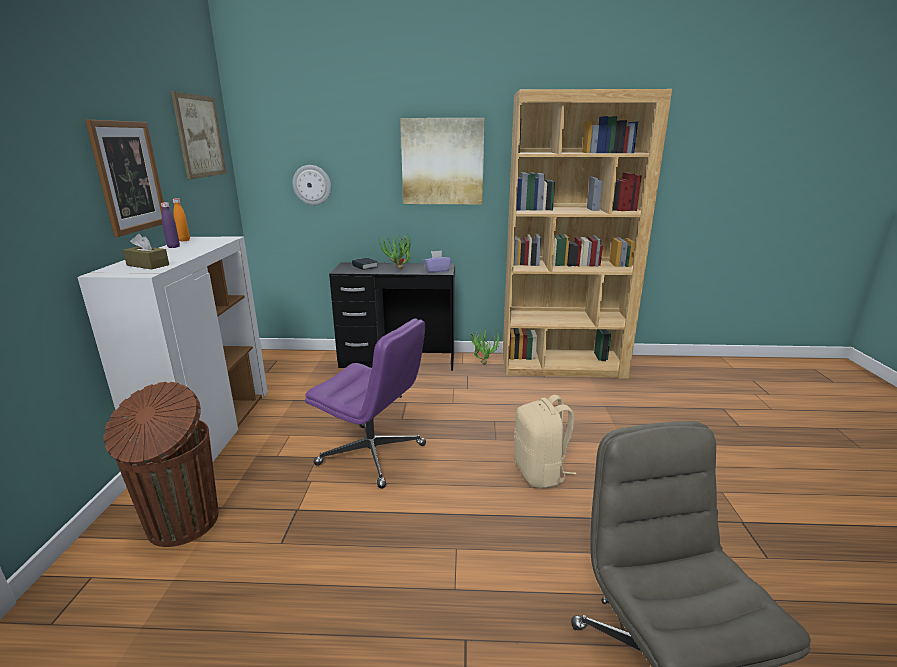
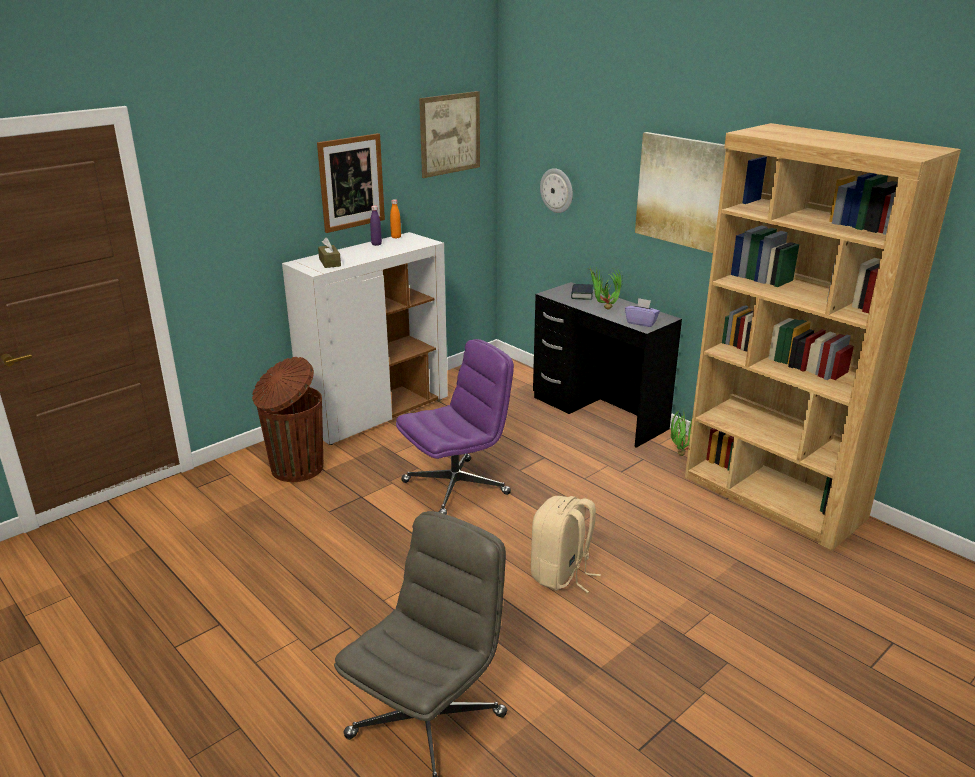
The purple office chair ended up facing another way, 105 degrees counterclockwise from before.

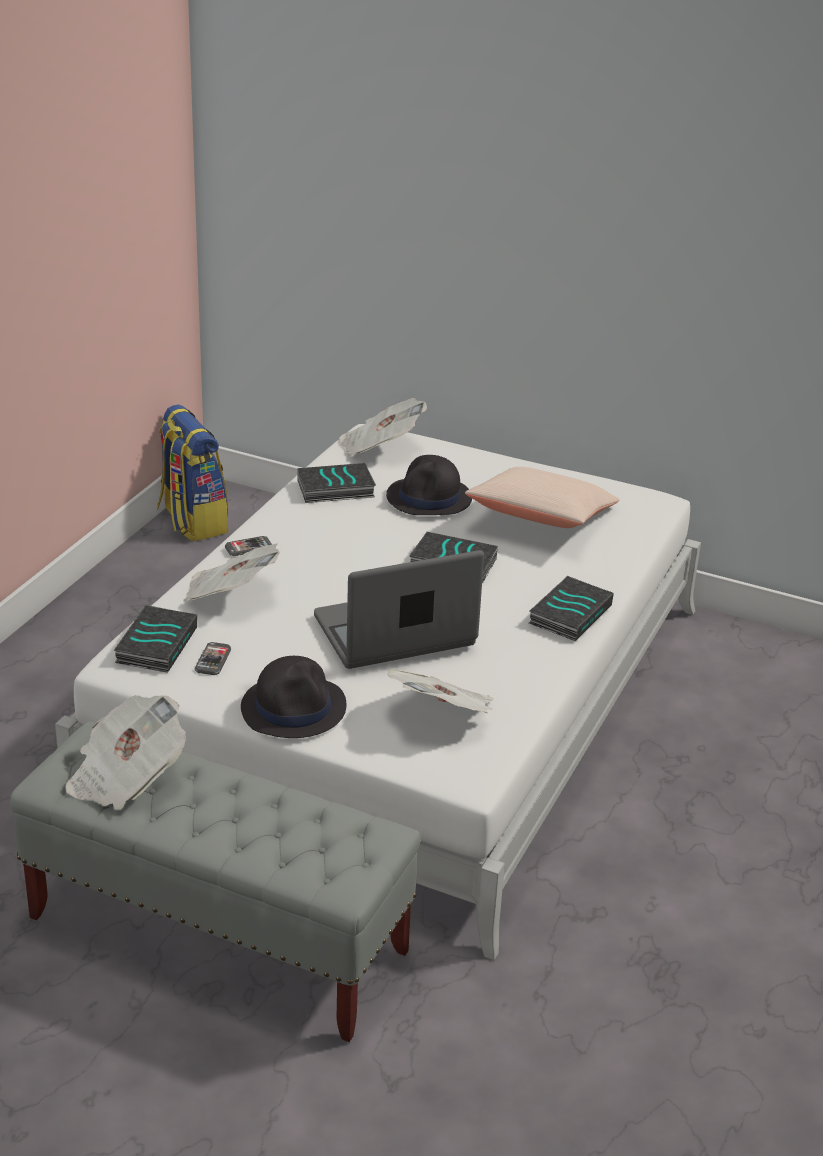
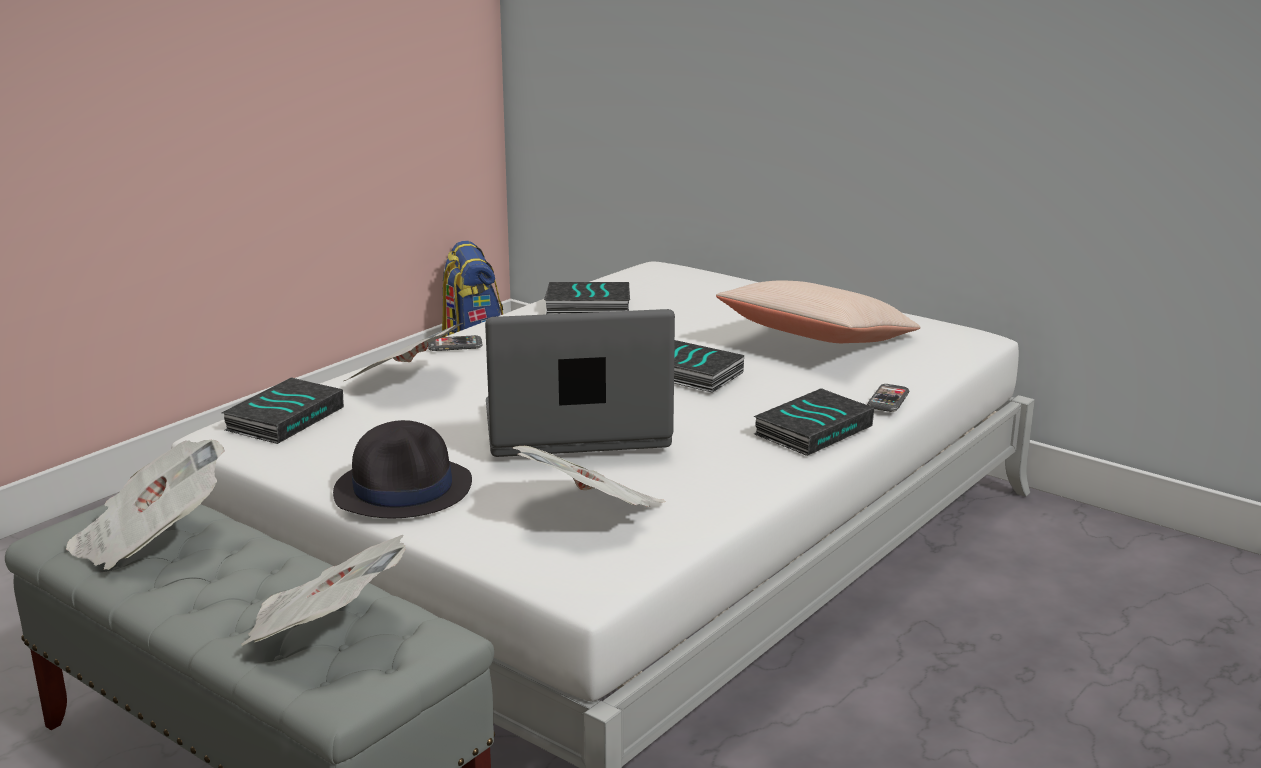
The phone (no. 1 from left in the first image) ended up elsewhere.
The newspaper (no. 3 from left in the first image) ended up elsewhere.
The second view lost the black hat (no. 2 from left).

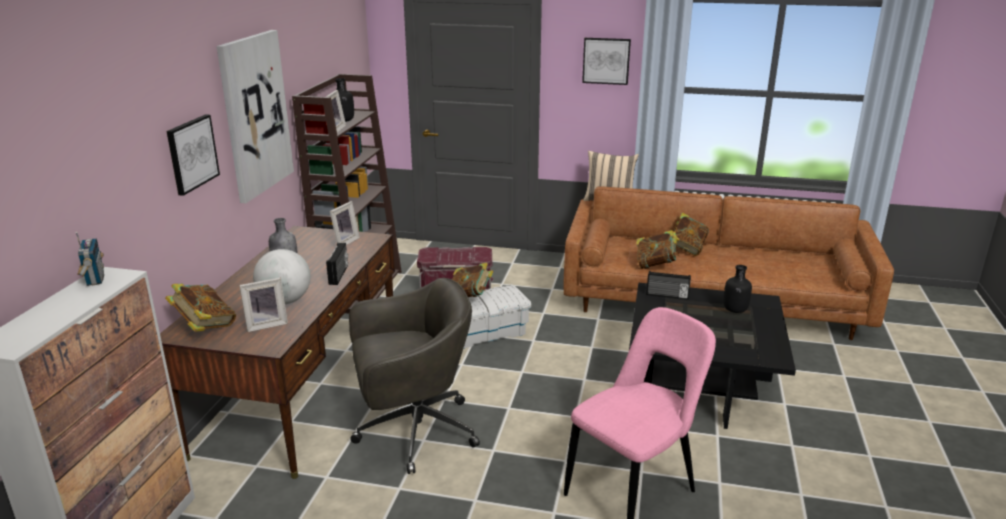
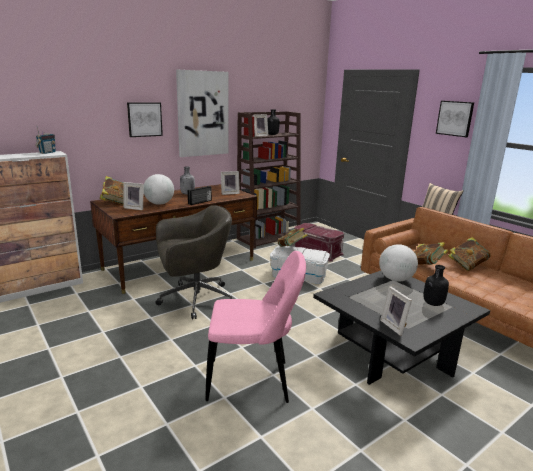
The grey office chair ended up facing another way, 45 degrees counterclockwise from before.
Where the radio (no. 3 from left) stood, the globe (no. 2 from left) came to stand.
The second view gained the picture frame (no. 4 from left).

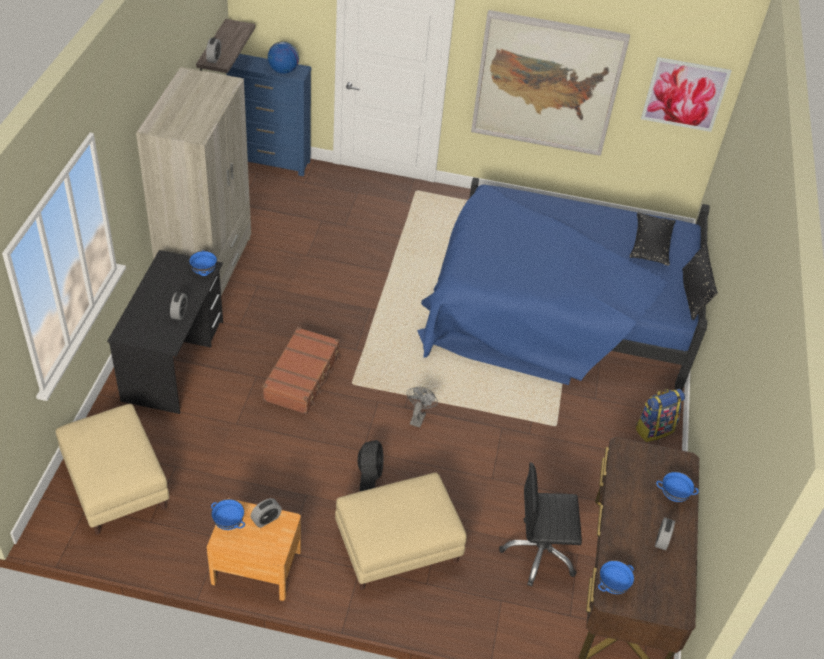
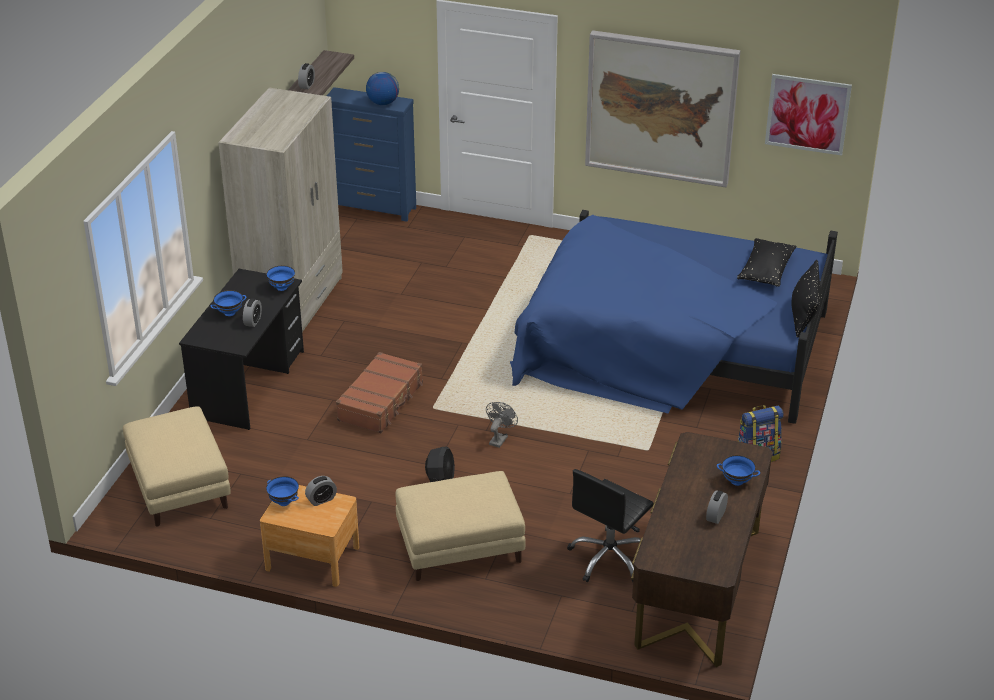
The black office chair ended up facing another way, 60 degrees counterclockwise from before.
The blue bowl (no. 3 from left in the first image) ended up elsewhere.

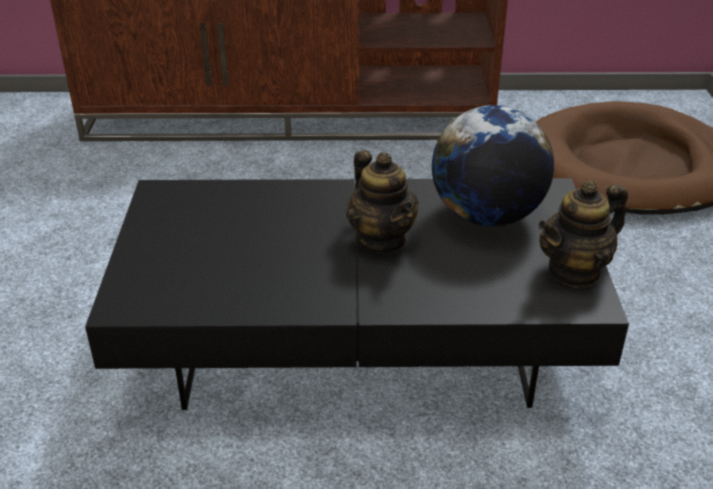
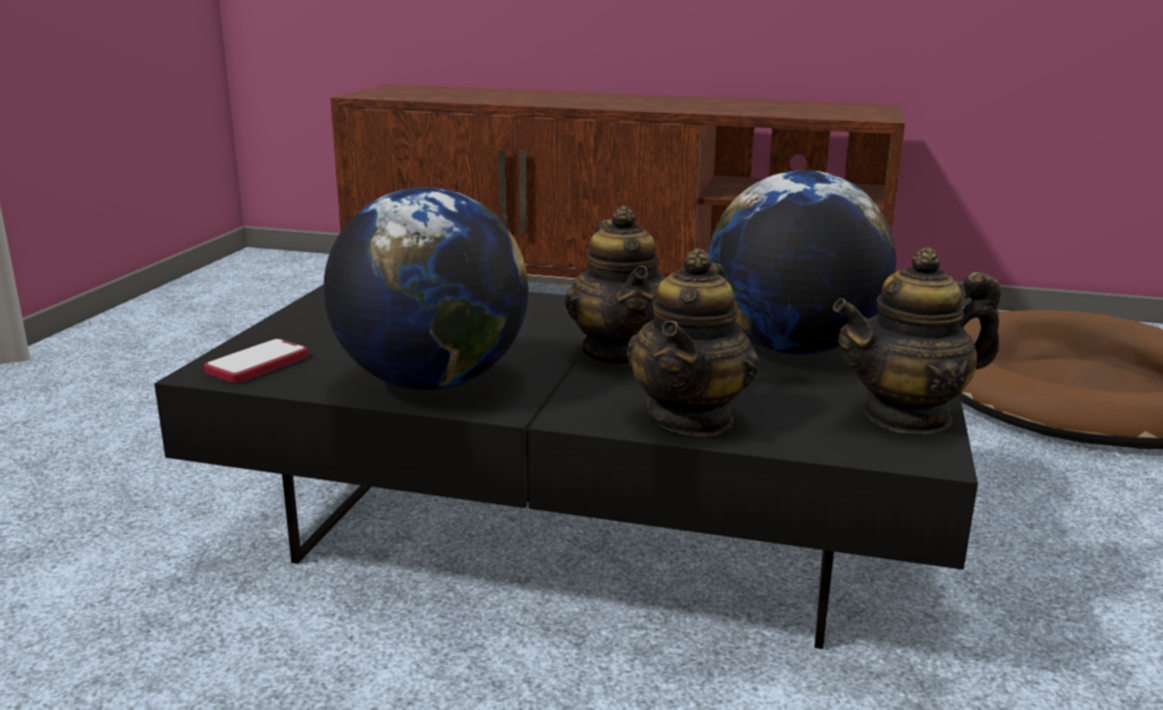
The second view gained the phone.
The second view gained the globe (no. 1 from left).
The second view gained the teapot (no. 2 from left).

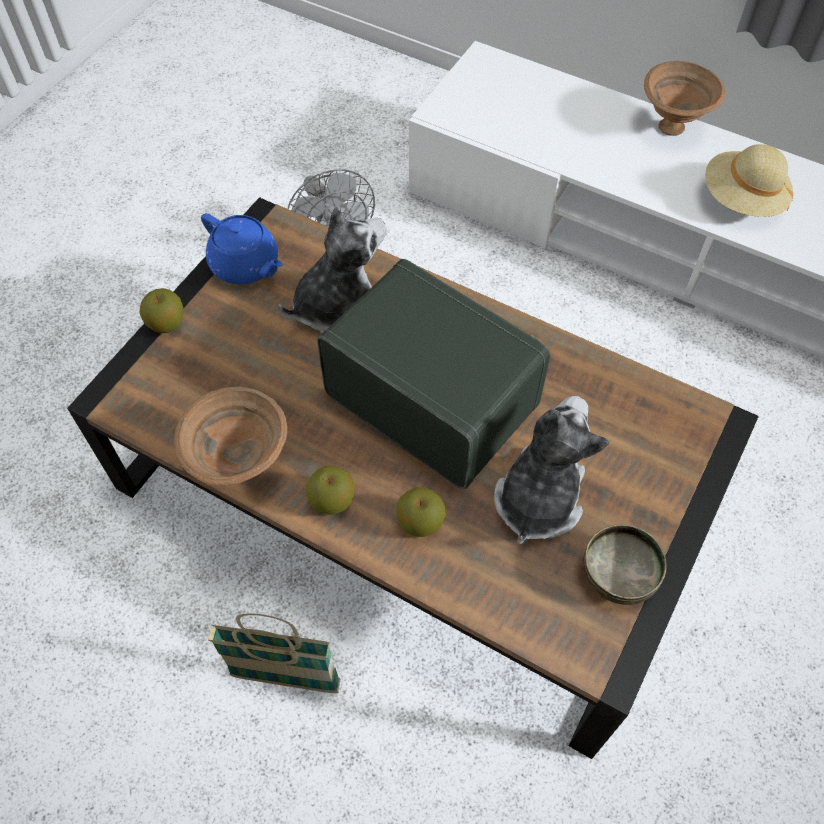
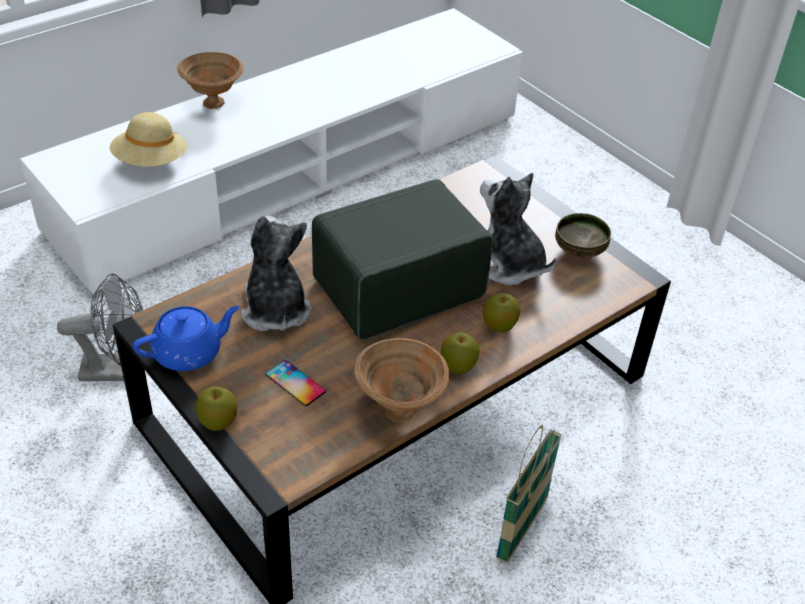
The beige hat ended up elsewhere.
The second view gained the phone.

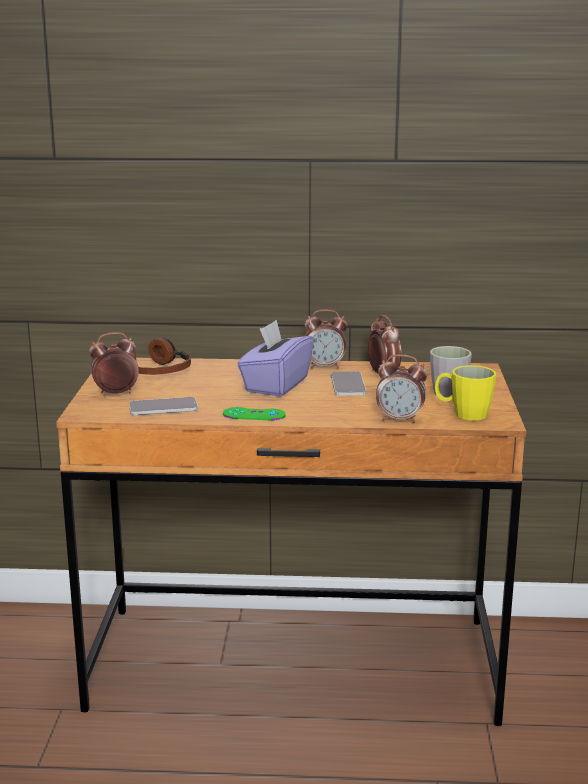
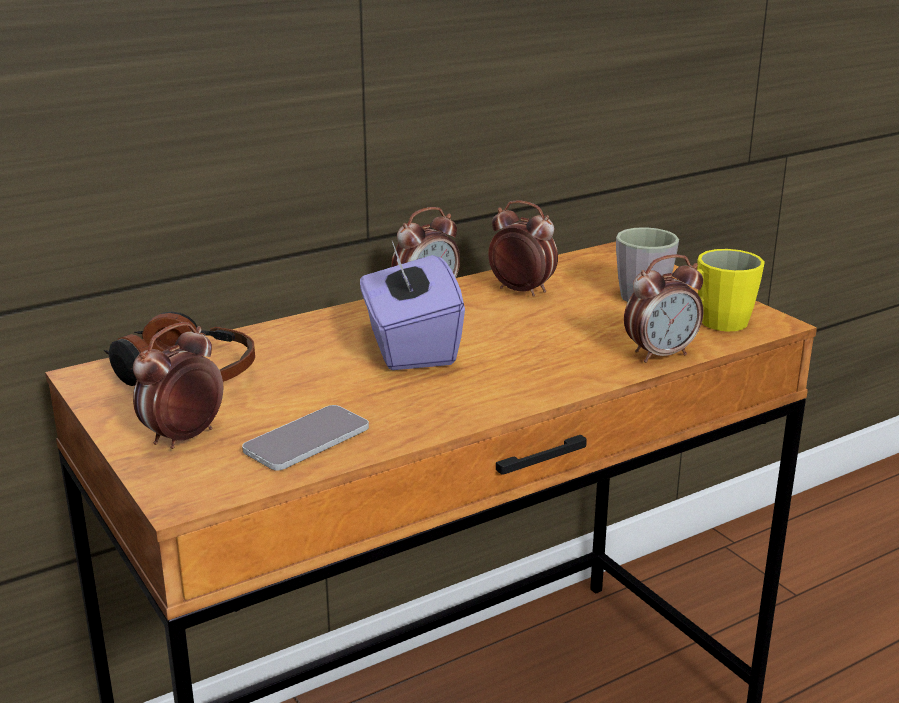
The second view lost the green game controller.
The second view lost the phone (no. 2 from left).

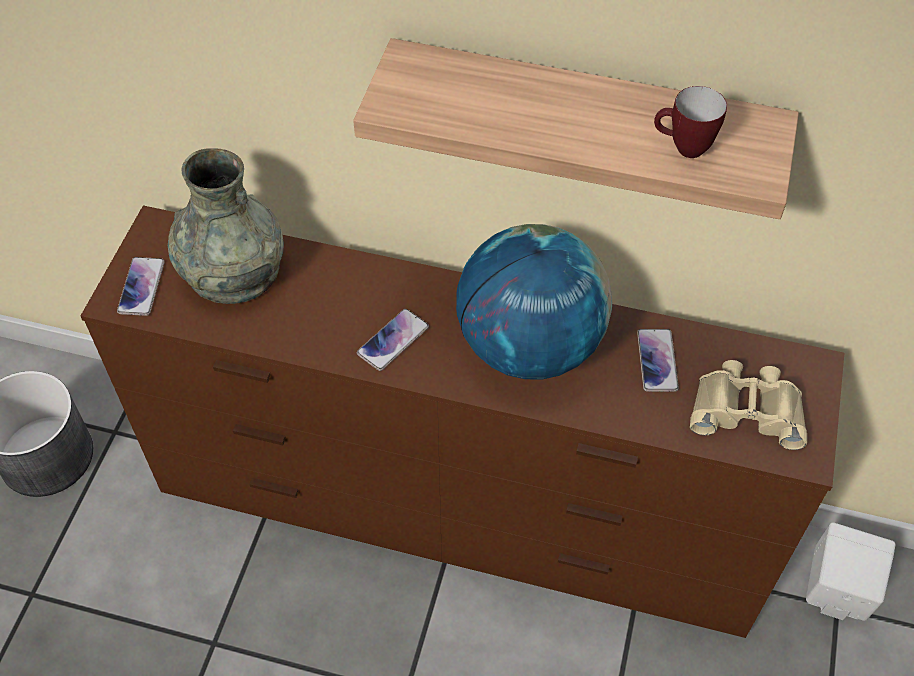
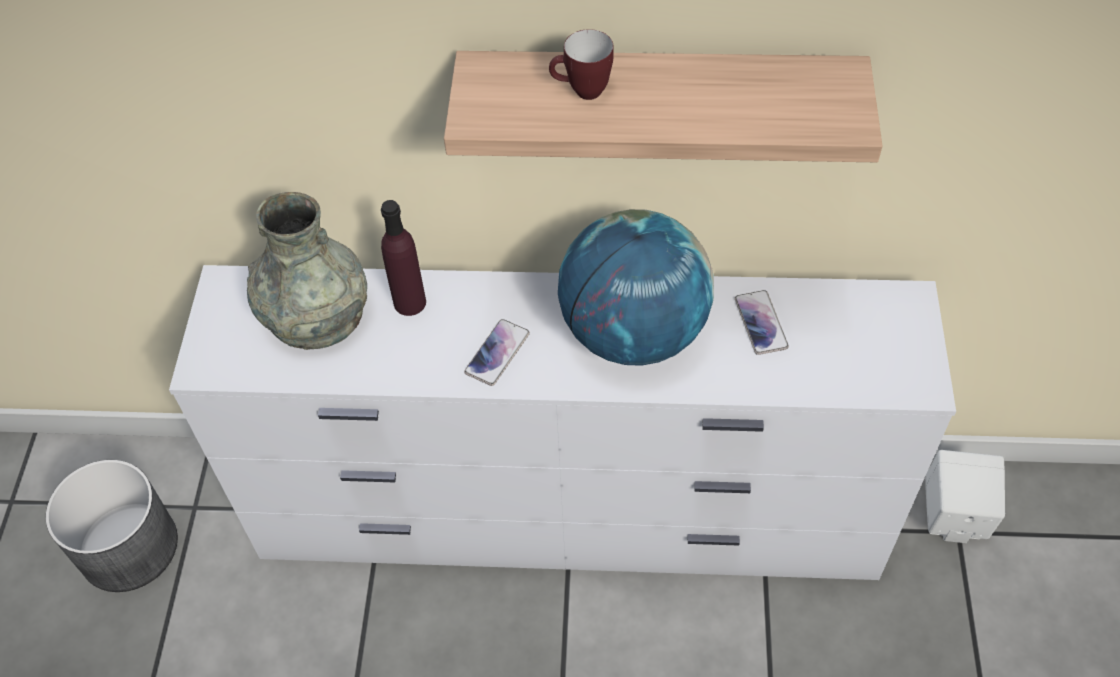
What was the brown dresser turned into the white dresser.
The second view lost the phone (no. 1 from left).
The mug ended up elsewhere.
The second view lost the beige binoculars.
The second view gained the purple bottle.

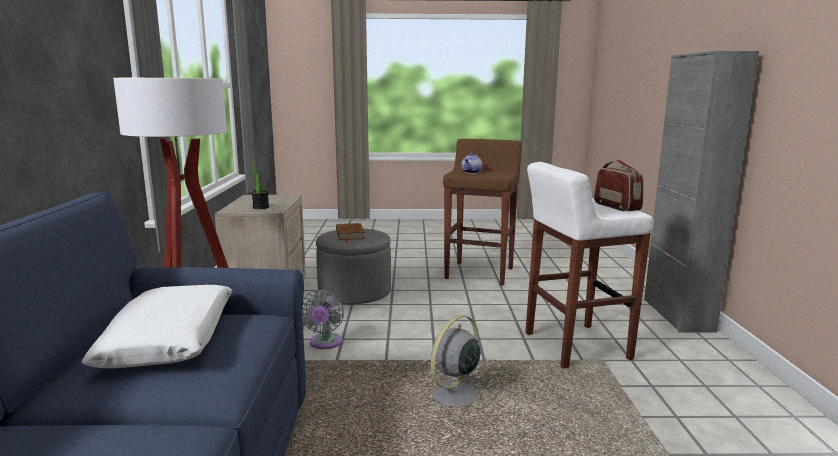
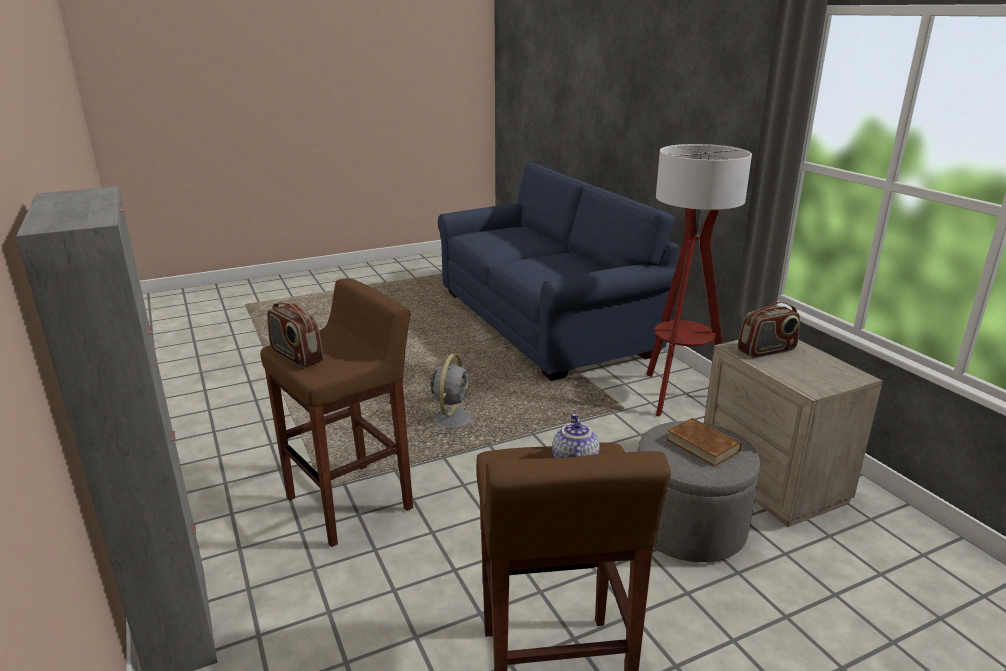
The second view lost the white pillow.
Where the potted plant stood, the radio (no. 2 from left) came to stand.
The second view lost the grey fan (no. 1 from left).
What was the white stool turned into the brown stool (no. 1 from left).

